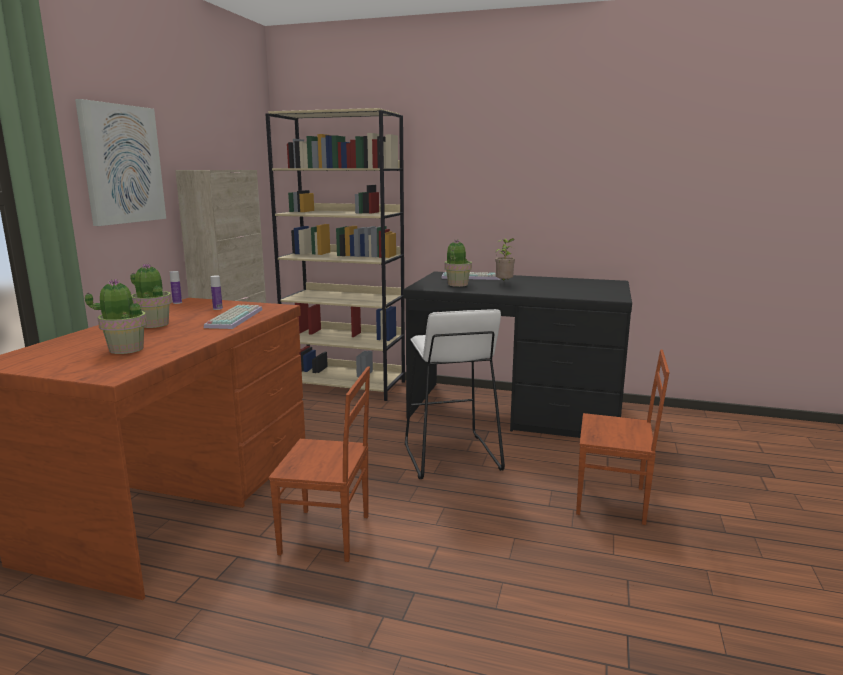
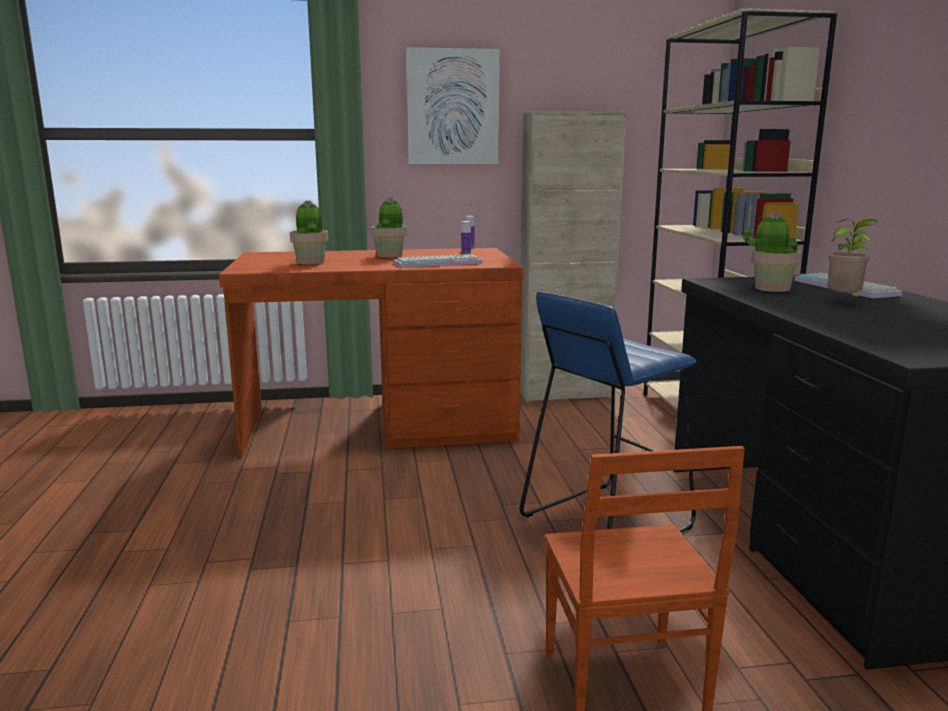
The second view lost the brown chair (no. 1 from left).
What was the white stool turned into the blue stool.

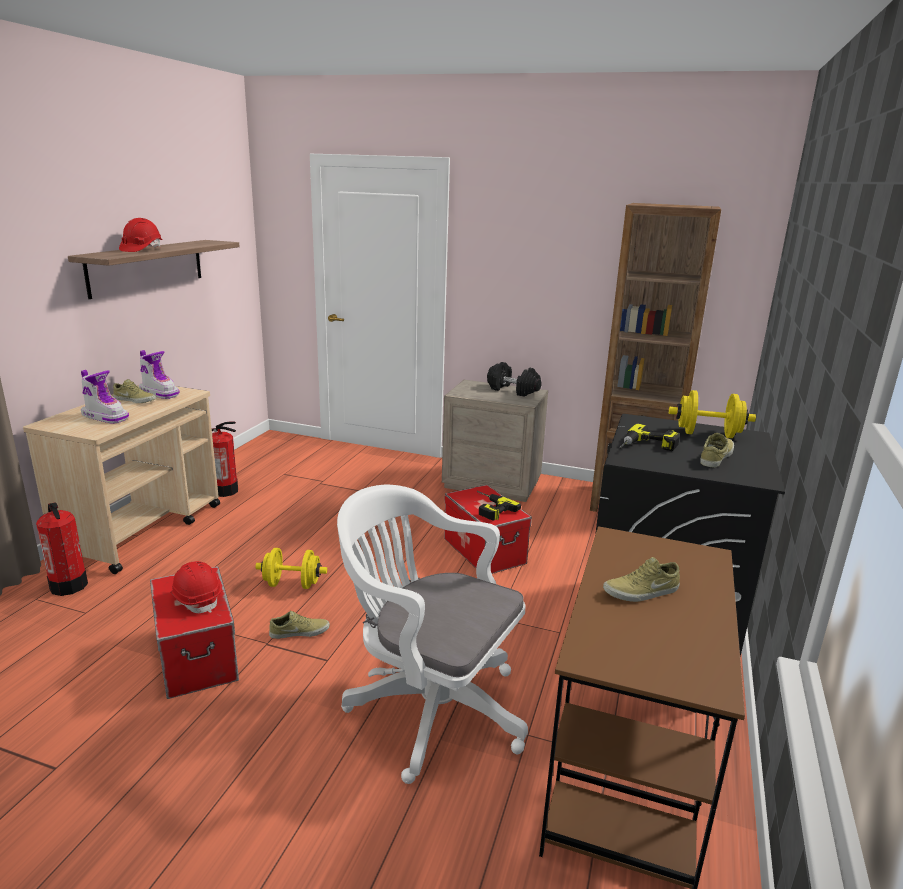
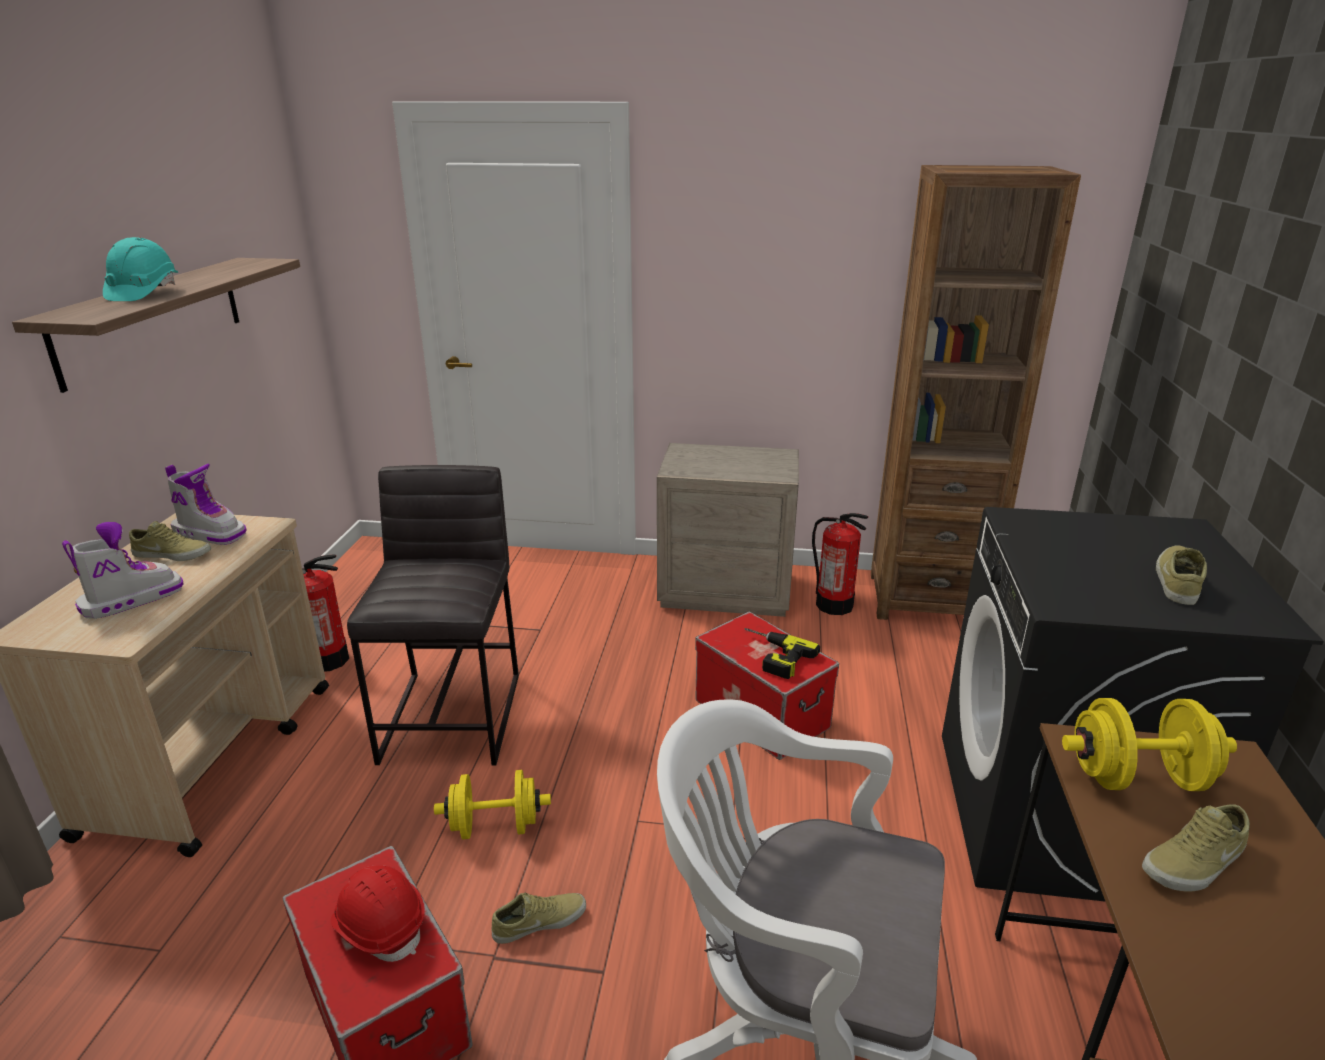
The fire extinguisher (no. 1 from left in the first image) ended up elsewhere.
The boot (no. 1 from left) ended up facing another way, 60 degrees counterclockwise from before.
What was the red hard hat (no. 1 from left) turned into the turquoise hard hat.
The second view lost the black dumbbell.
The second view lost the power drill (no. 2 from left).
The yellow dumbbell (no. 2 from left) ended up elsewhere.
The second view gained the grey stool.

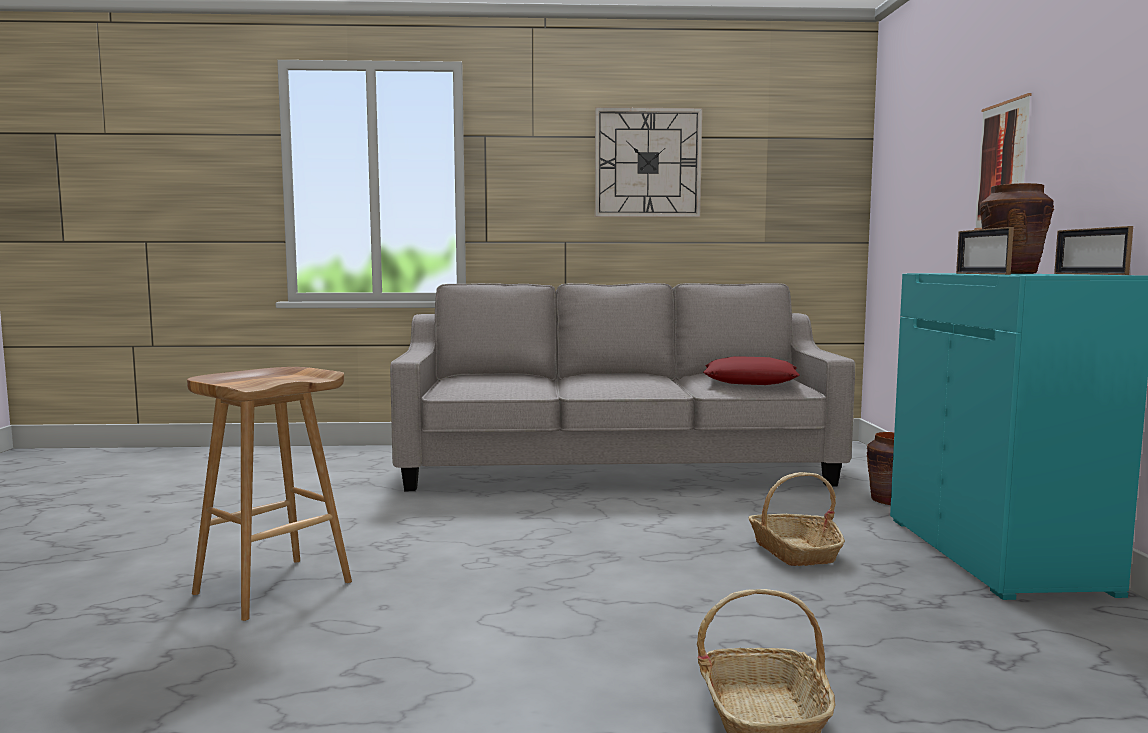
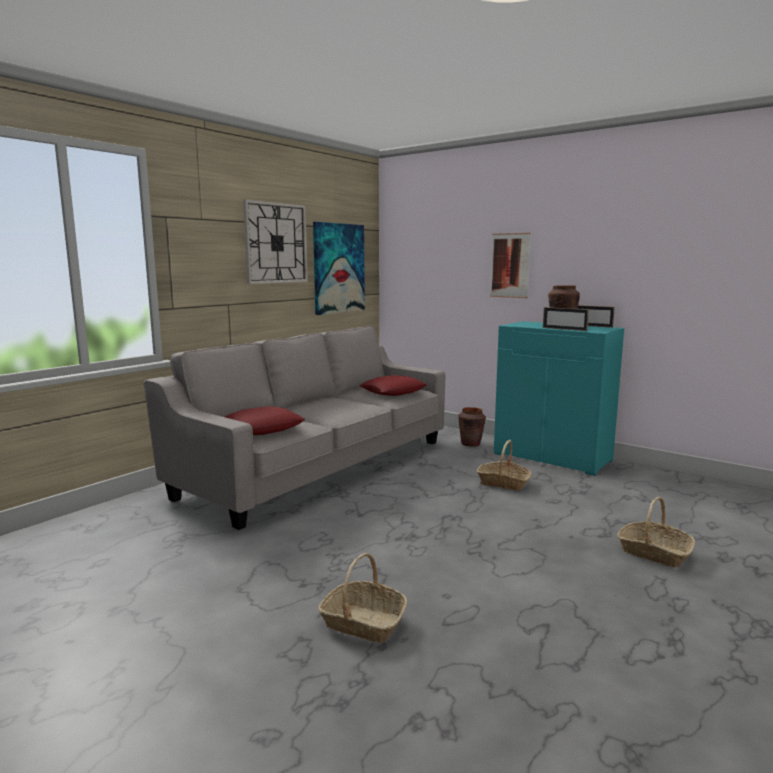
Where the brown stool stood, the basket (no. 1 from left) came to stand.
The second view gained the red pillow (no. 1 from left).
The second view gained the picture (no. 1 from left).

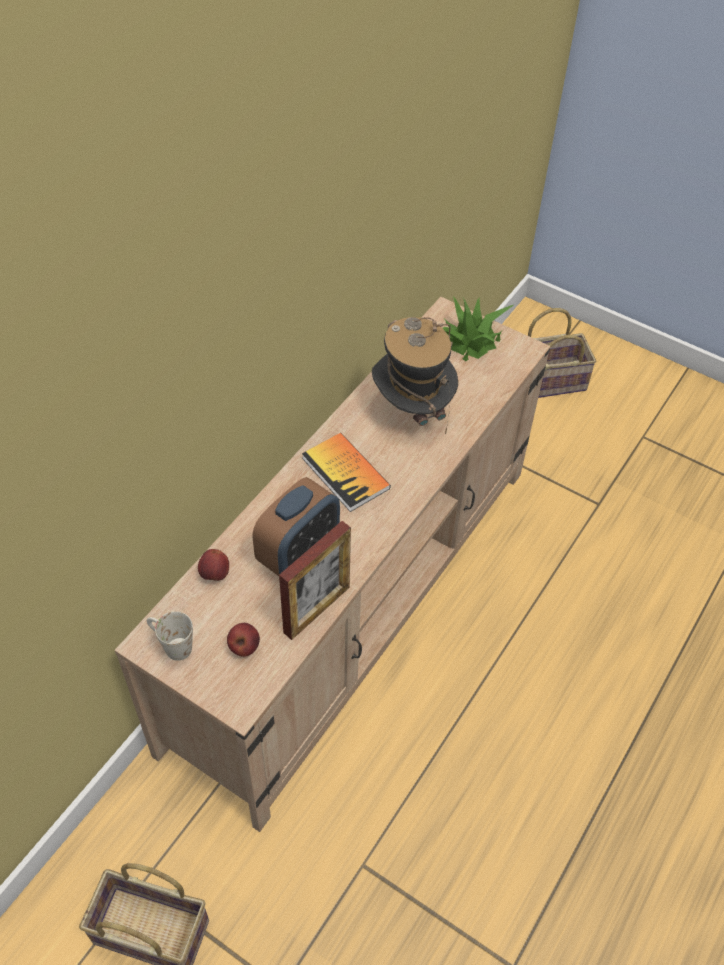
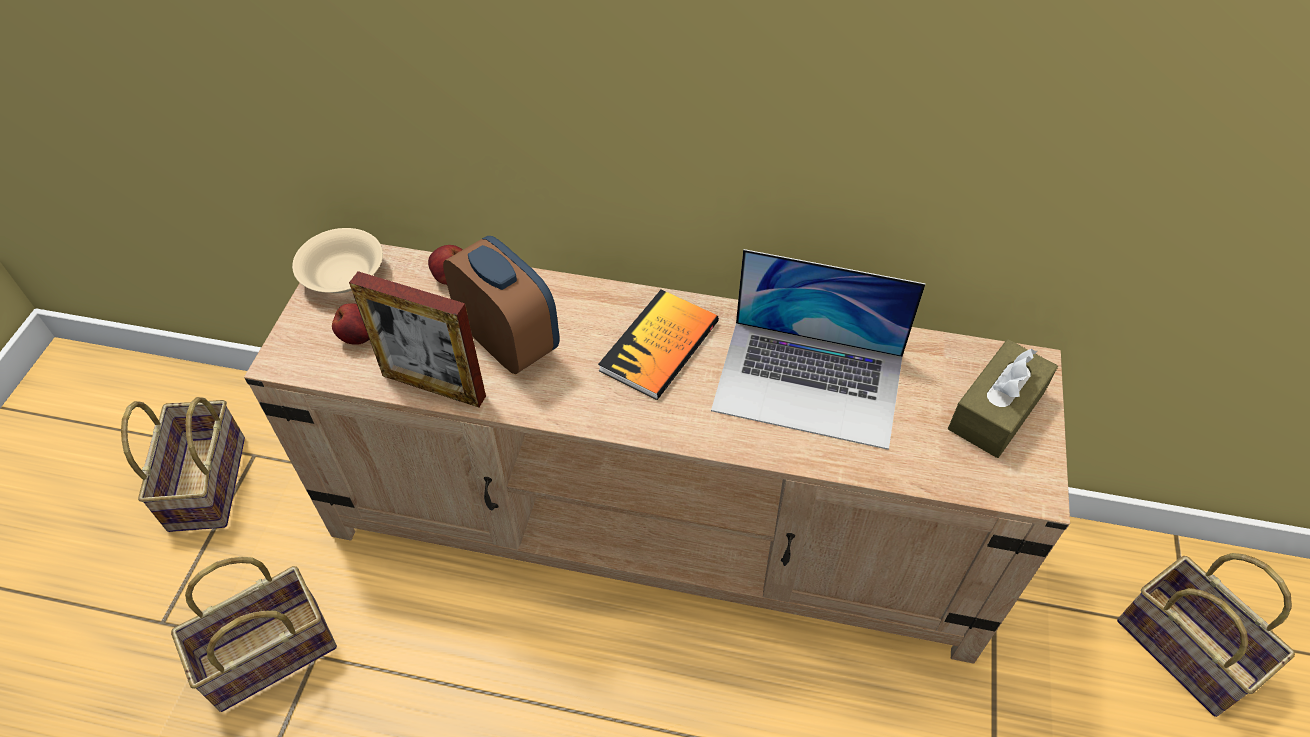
Where the white mug stood, the beige bowl came to stand.
The alarm clock ended up facing another way, 150 degrees counterclockwise from before.
Where the hat stood, the laptop came to stand.
Where the potted plant stood, the brown tissue box came to stand.
The second view gained the basket (no. 2 from left).

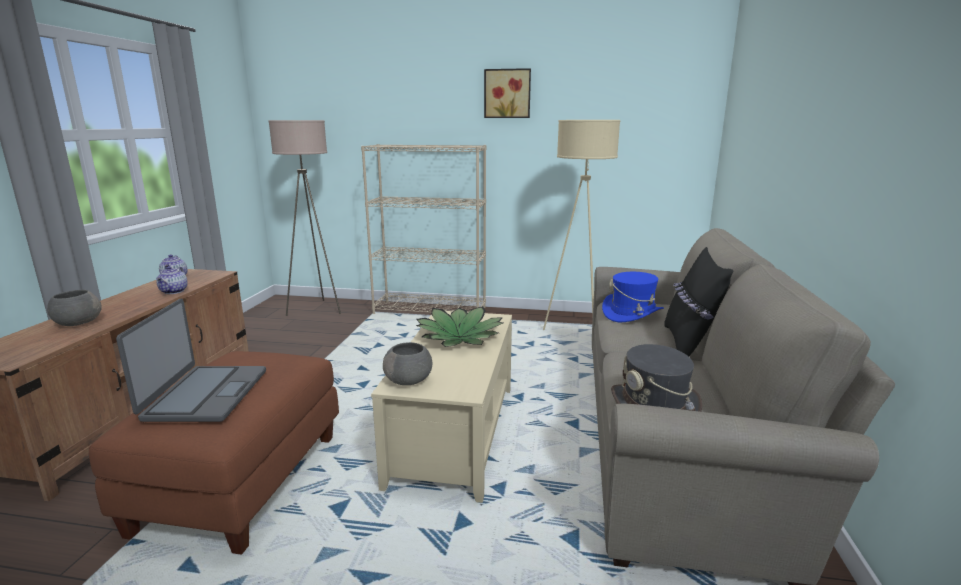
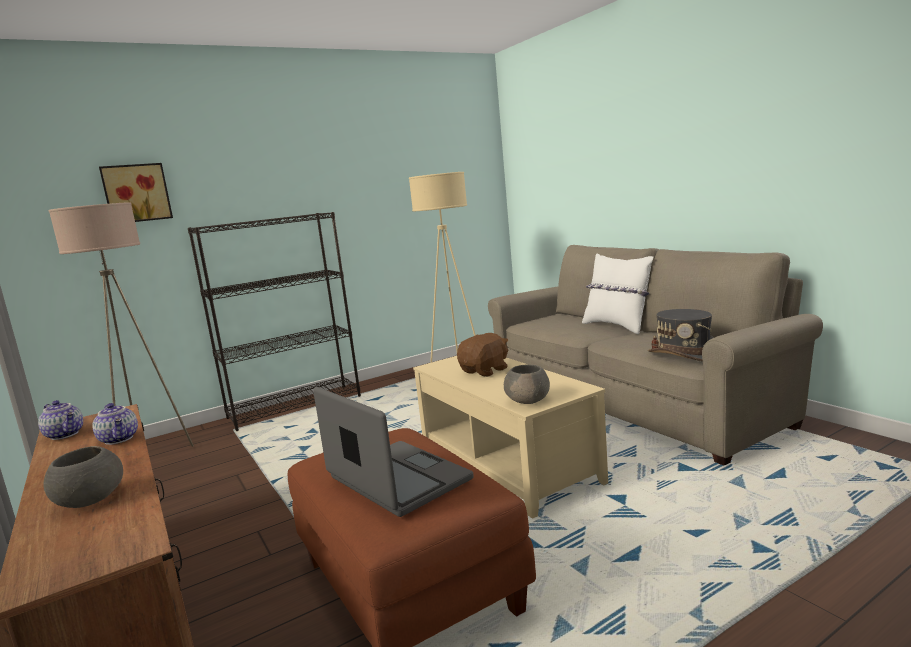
What was the beige bookcase turned into the black bookcase.
Where the potted plant stood, the brown plush toy came to stand.
The picture ended up elsewhere.
The second view lost the blue hat.
What was the black pillow turned into the white pillow.

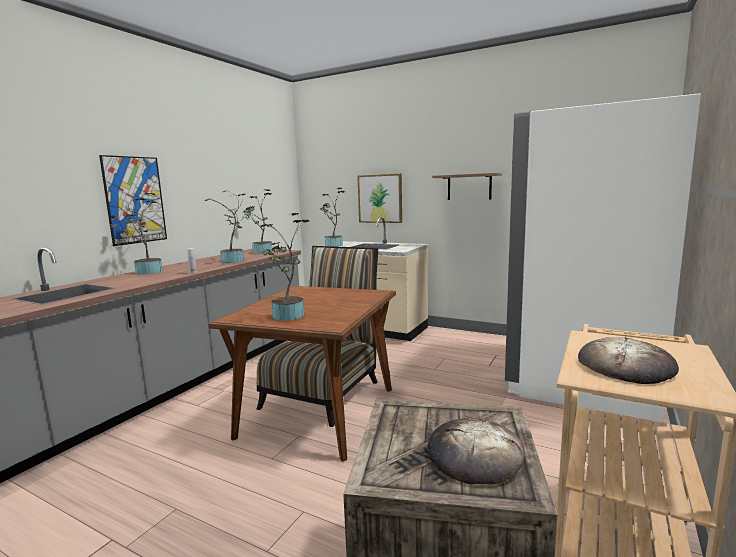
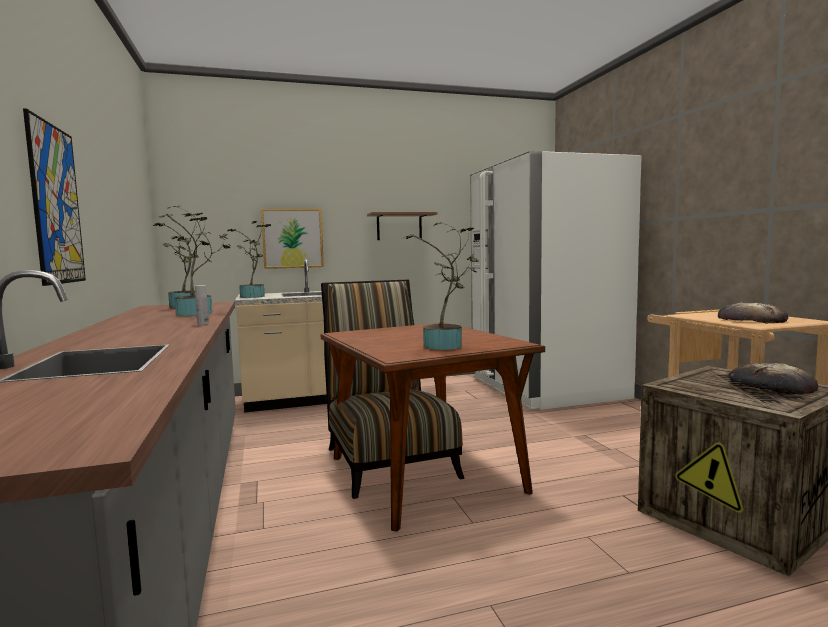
The second view lost the potted plant (no. 1 from left).

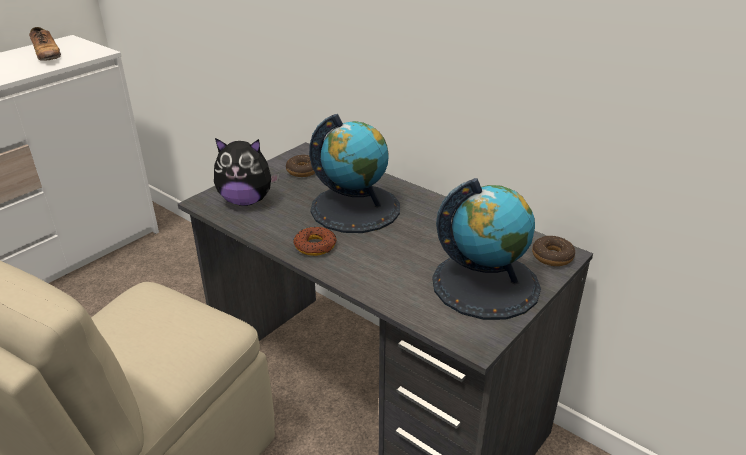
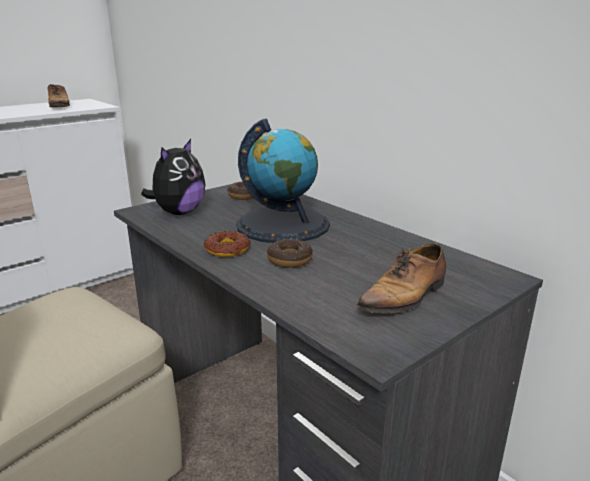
The plush toy ended up facing another way, 75 degrees counterclockwise from before.
Where the globe (no. 2 from left) stood, the shoe (no. 2 from left) came to stand.
The donut (no. 3 from left) ended up elsewhere.

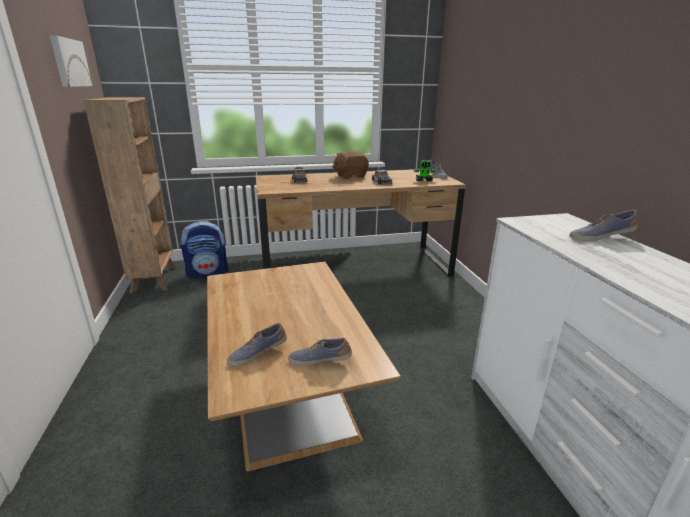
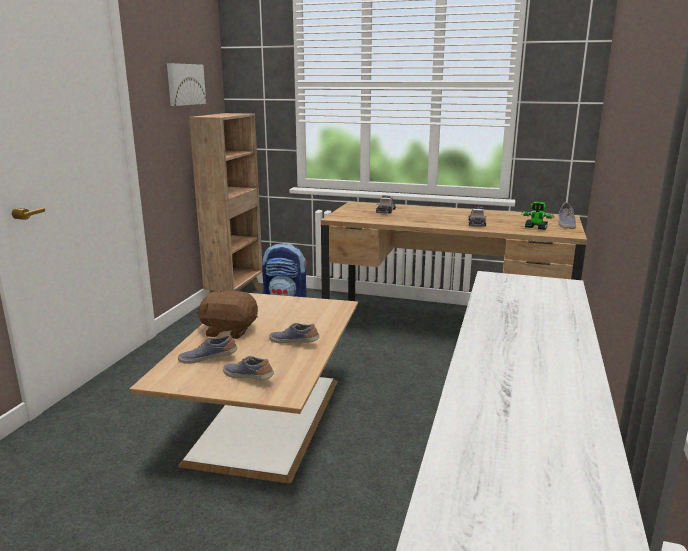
The brown plush toy ended up elsewhere.
The shoe (no. 4 from left in the first image) ended up elsewhere.

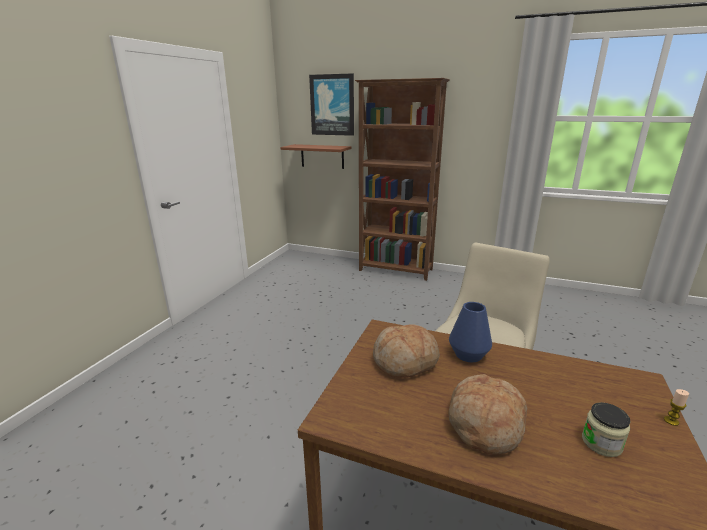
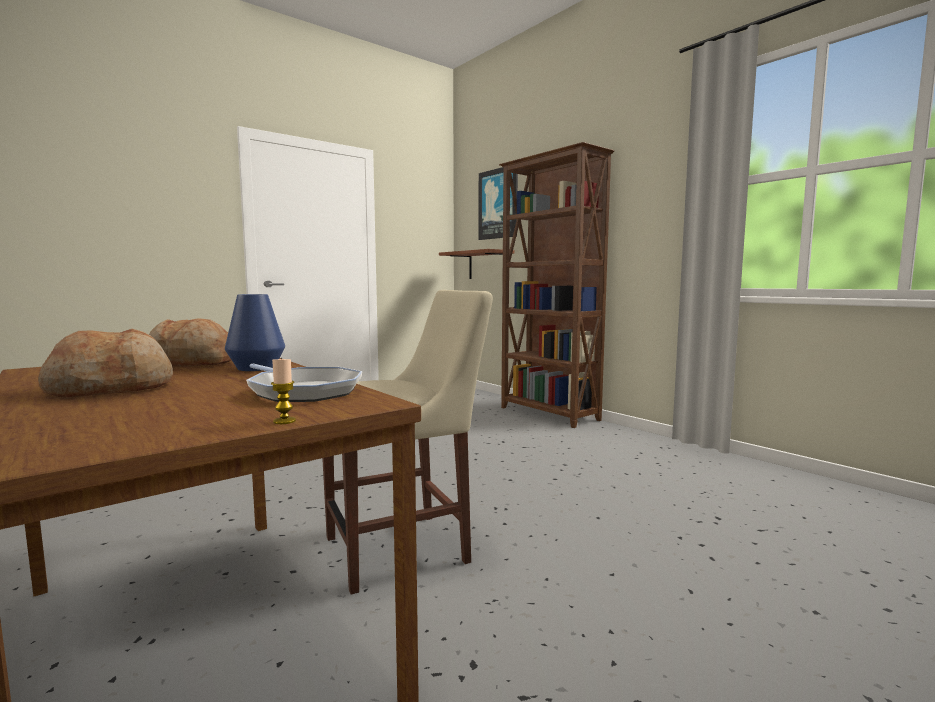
The second view lost the jar.
The second view gained the frying pan.

